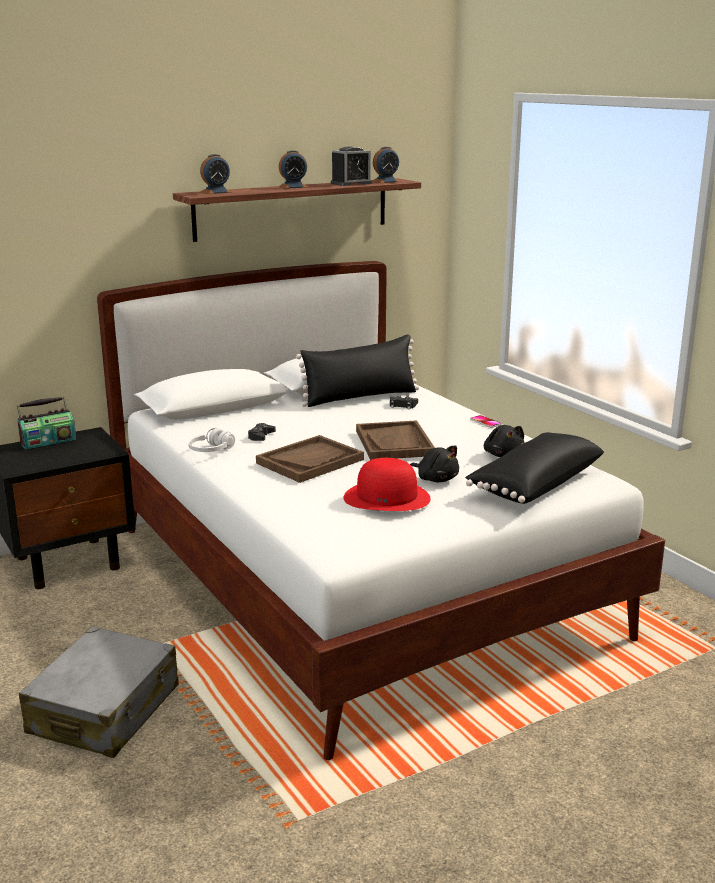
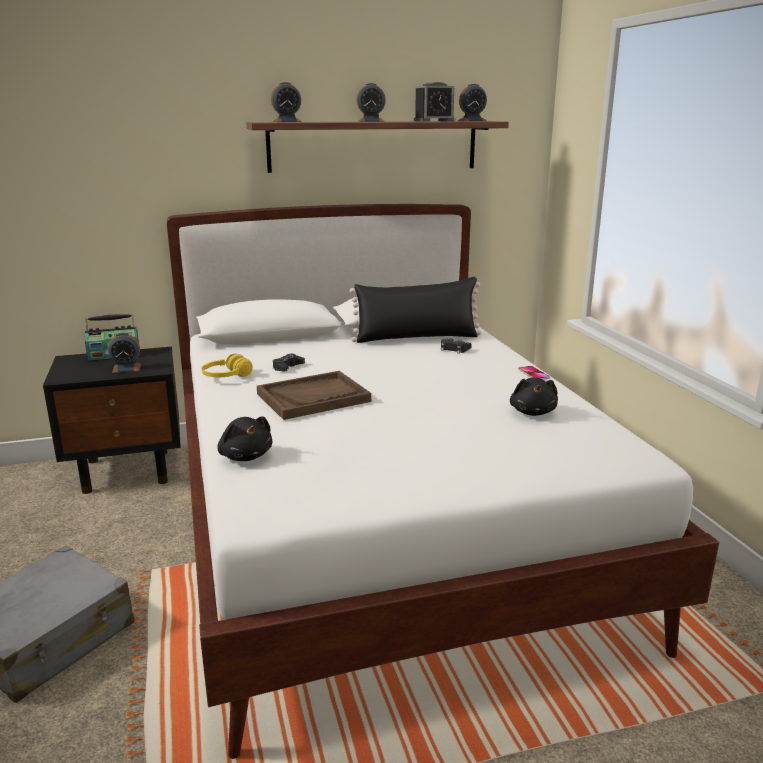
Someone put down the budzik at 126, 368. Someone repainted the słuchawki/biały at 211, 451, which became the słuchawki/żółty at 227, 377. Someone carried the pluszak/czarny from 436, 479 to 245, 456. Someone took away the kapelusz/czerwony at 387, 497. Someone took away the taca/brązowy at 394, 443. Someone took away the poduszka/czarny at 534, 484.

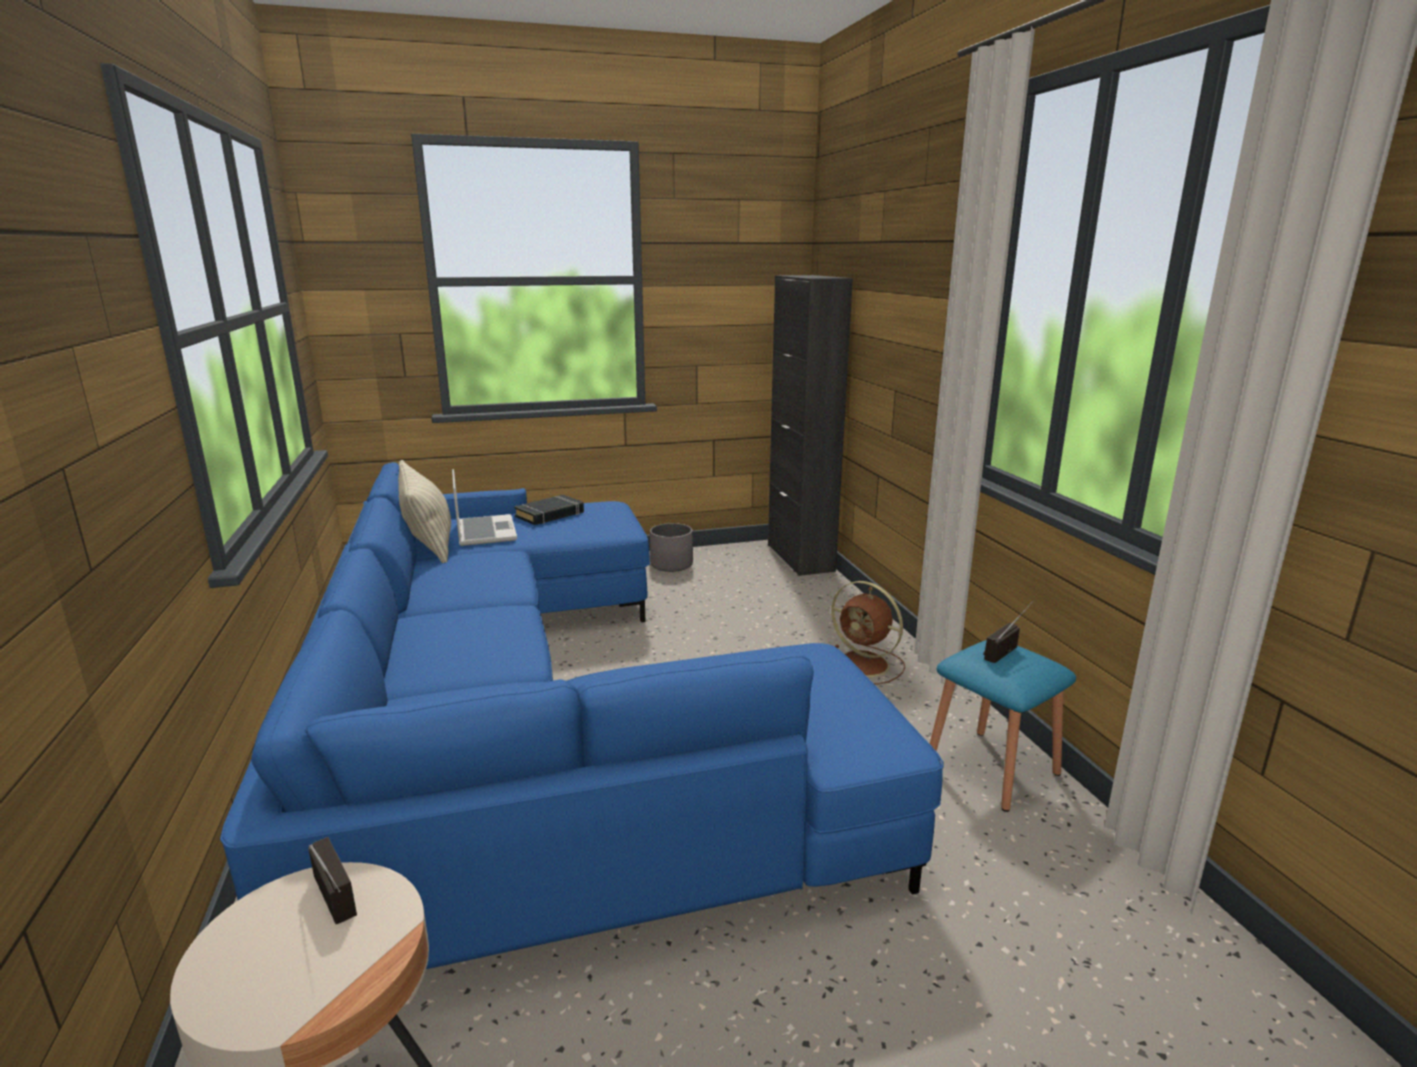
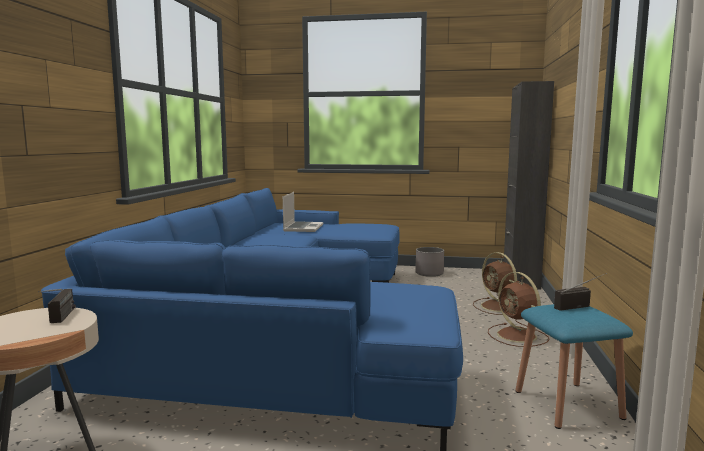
Someone put down the wentylator/brązowy at 498, 307. Someone took away the poduszka at 428, 543. Someone took away the książka/czarny at 550, 515.

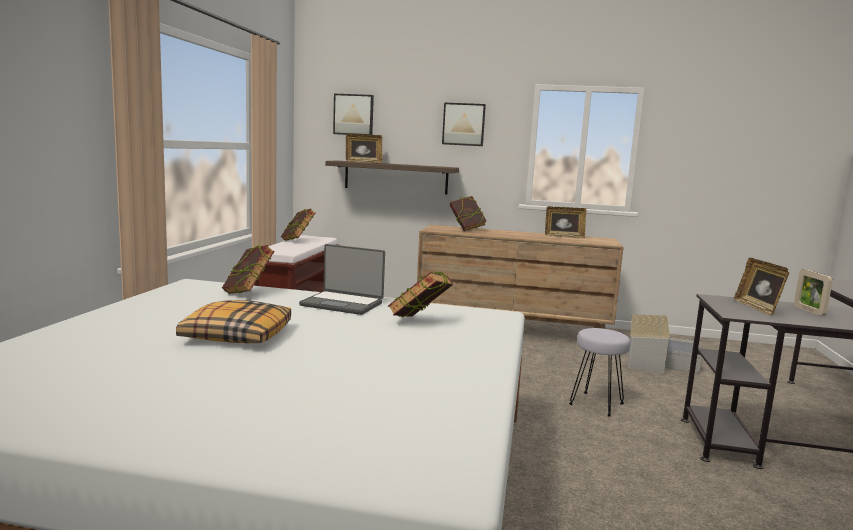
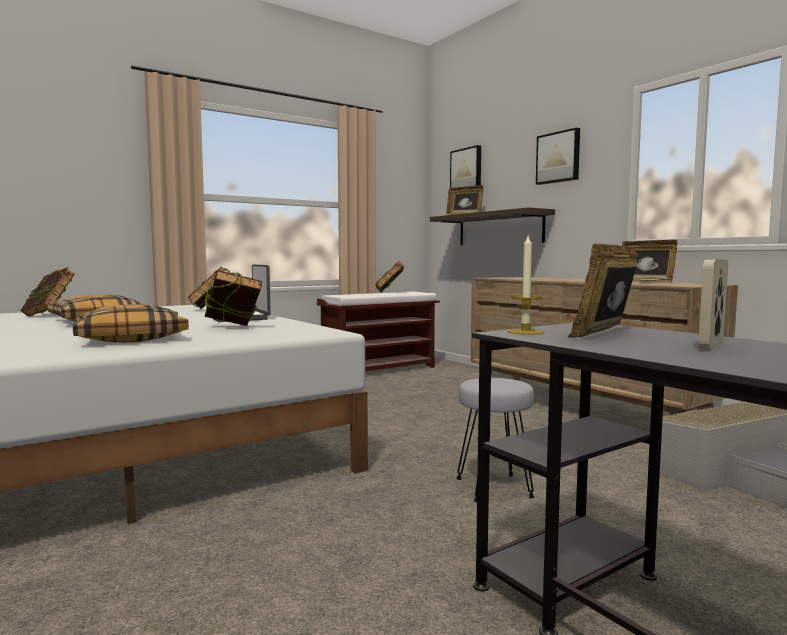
Someone carried the książka from 466, 229 to 49, 315. Someone put down the poduszka at 131, 338. Someone put down the świeca at 525, 332.

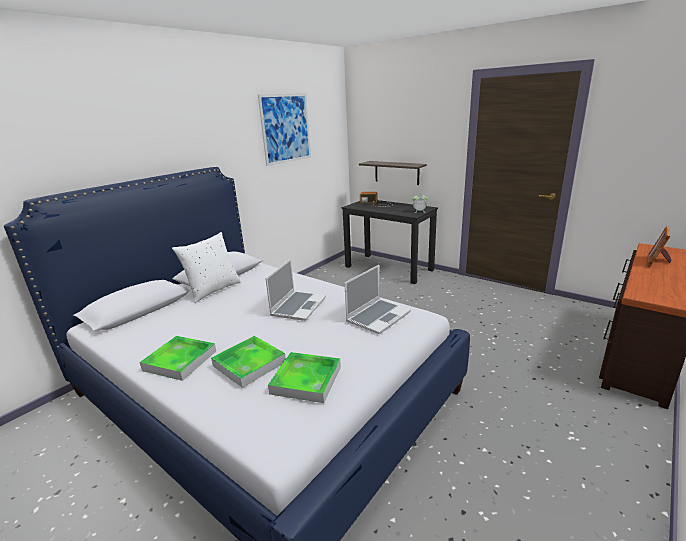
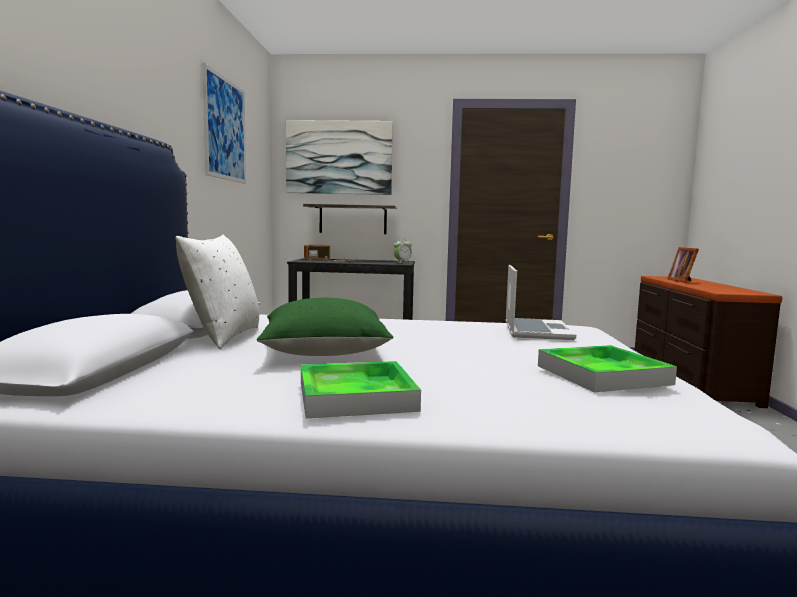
Someone put down the poduszka/zielony at 324, 352. Someone put up the obraz at 339, 157. Someone took away the taca at 249, 364. Someone took away the laptop at 298, 306.

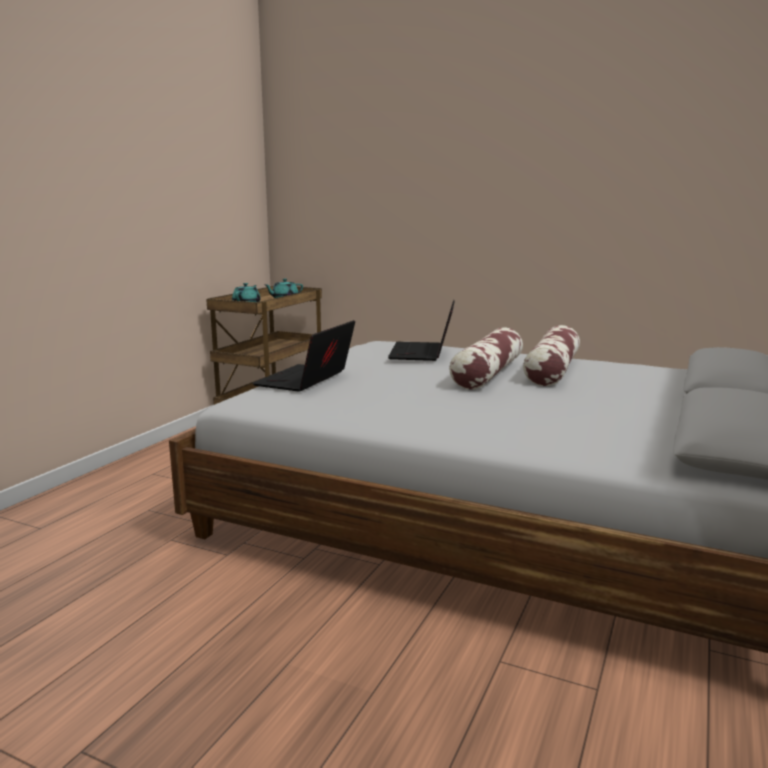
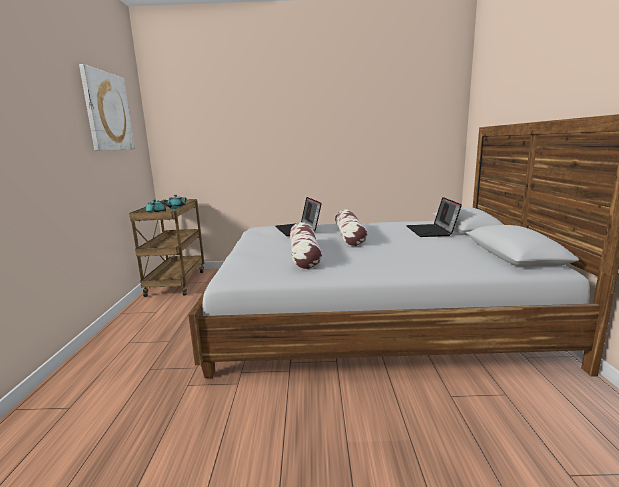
Someone put up the obraz at 107, 112. Someone carried the poduszka from 552, 371 to 304, 255. Someone carried the laptop from 306, 380 to 432, 231.

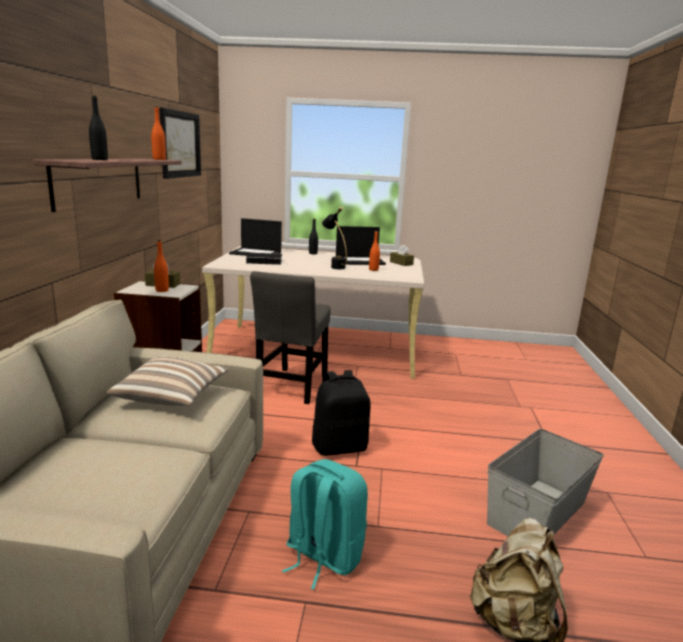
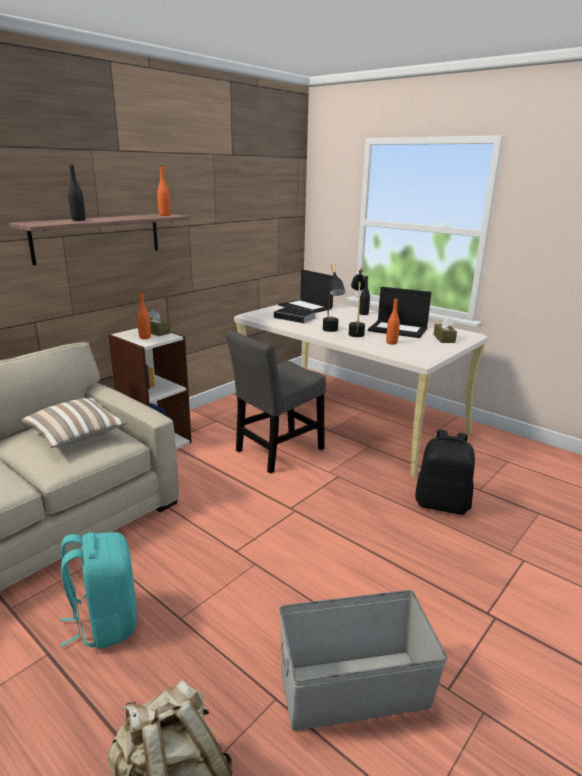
Someone put down the lampa stołowa/czarny at 331, 331. Someone carried the plecak/czarny from 340, 447 to 442, 504. Someone took away the obraz at 180, 144.

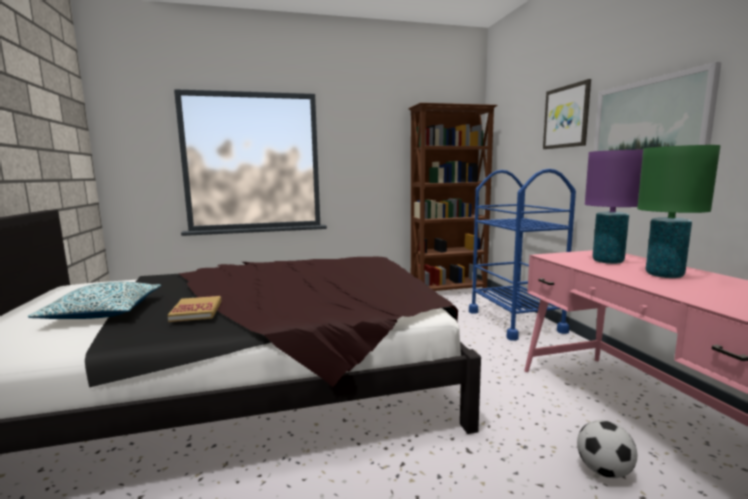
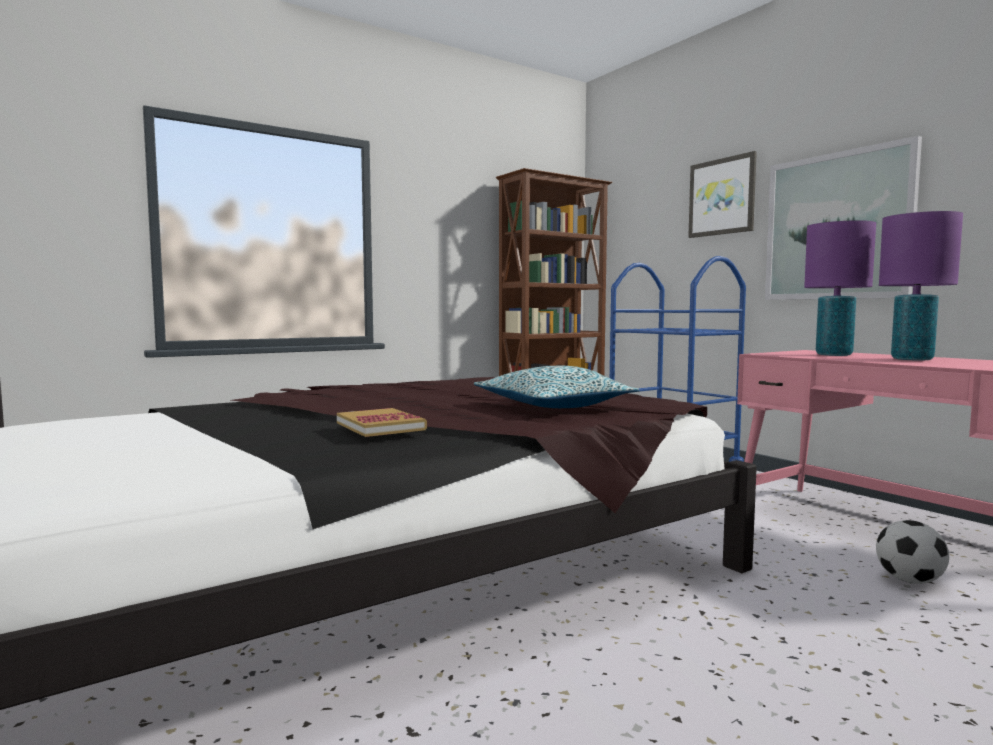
Someone carried the poduszka from 103, 313 to 553, 406. Someone repainted the lampa stołowa/zielony at 664, 275, which became the lampa stołowa/fioletowy at 912, 359.

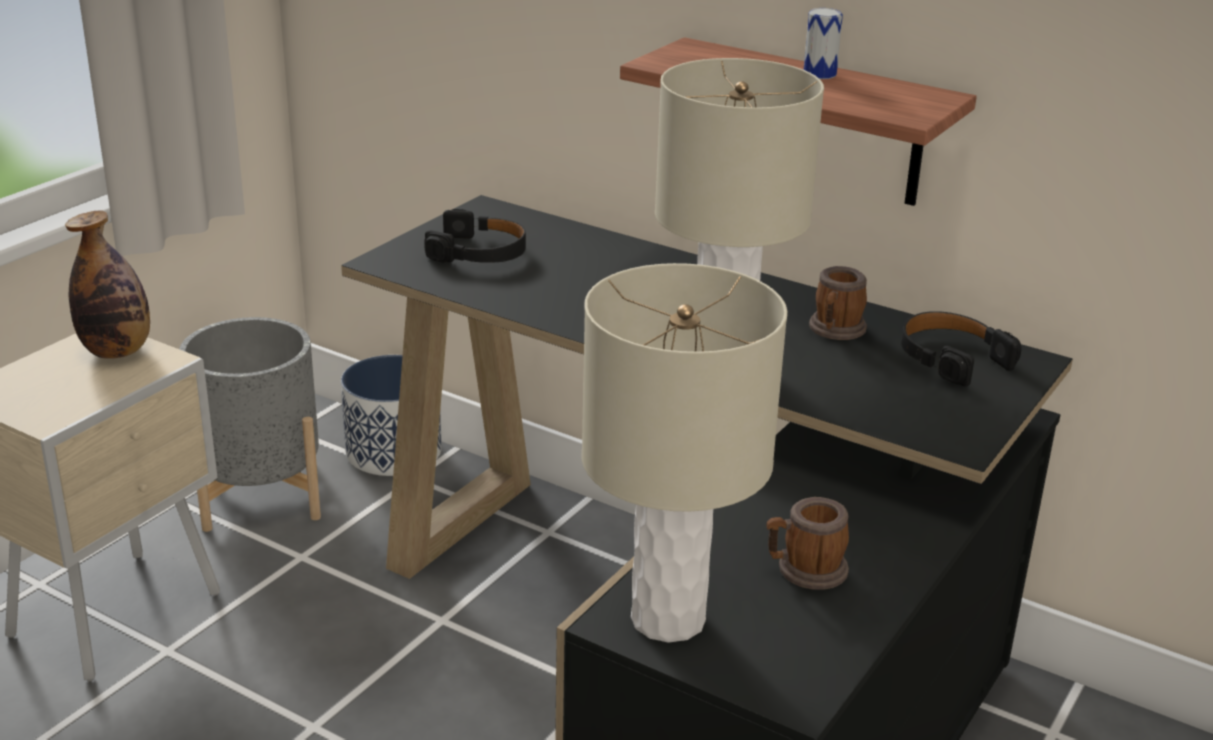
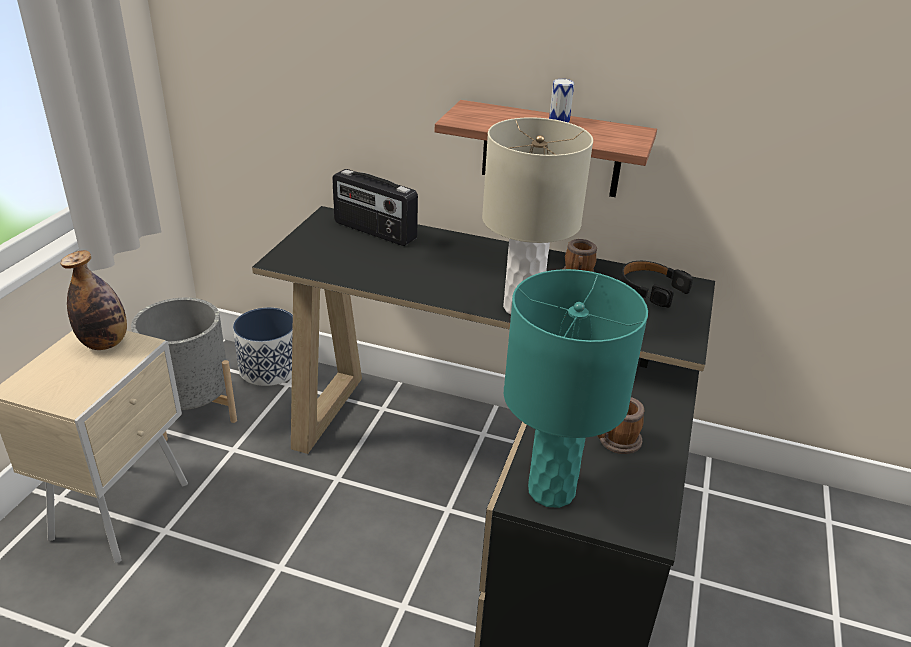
Someone put down the radio at 374, 231. Someone repainted the lampa stołowa/beżowy at 669, 619, which became the lampa stołowa/turkusowy at 552, 490. Someone took away the słuchawki/czarny at 479, 252.

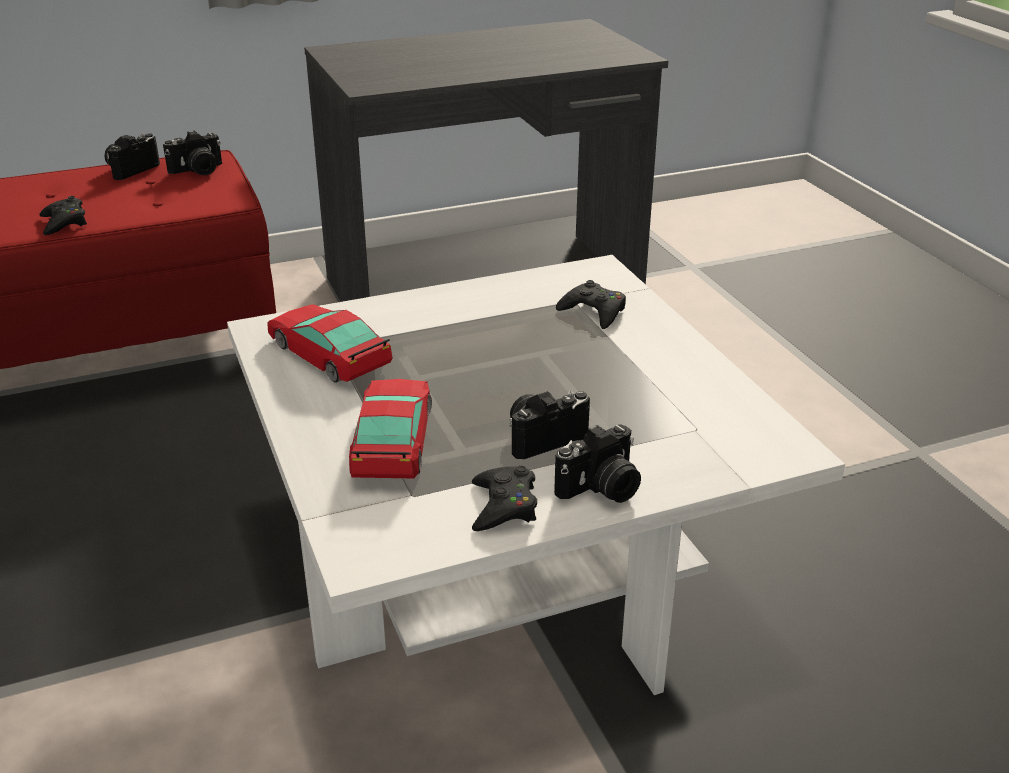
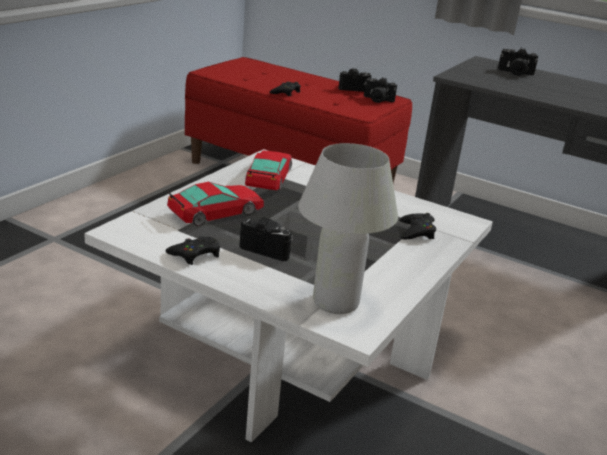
Someone put down the lampa stołowa/biały at 335, 302. Someone carried the aparat fotograficzny from 601, 489 to 515, 73.

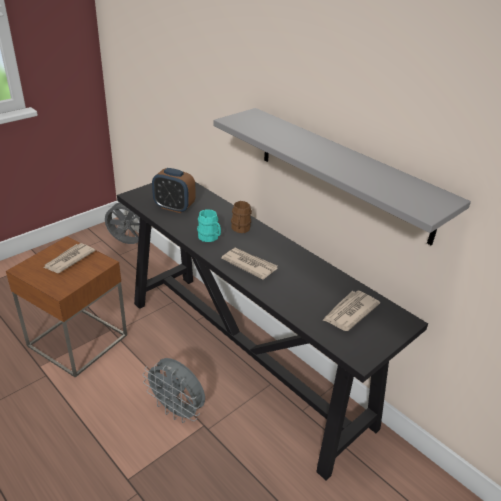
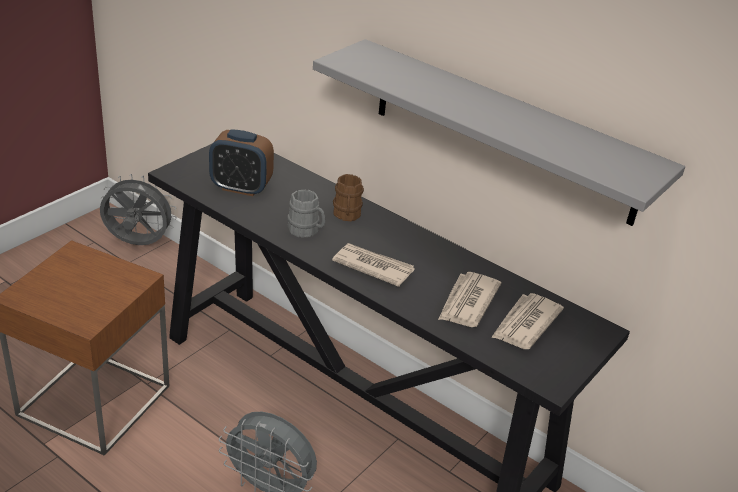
Someone repainted the kubek/turkusowy at 210, 238, which became the kubek/szary at 306, 231. Someone carried the gazeta from 68, 260 to 467, 302.

